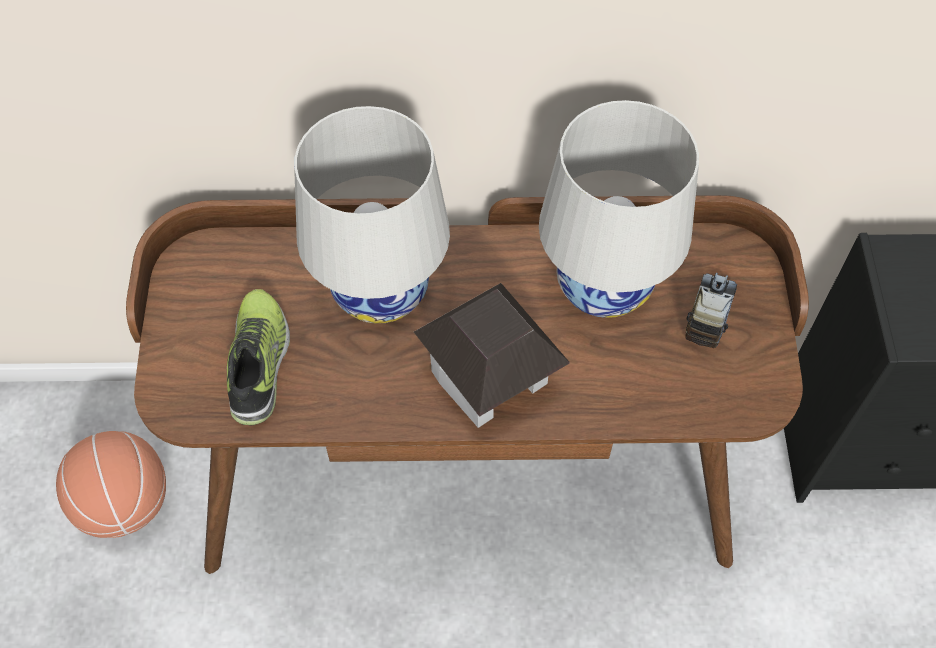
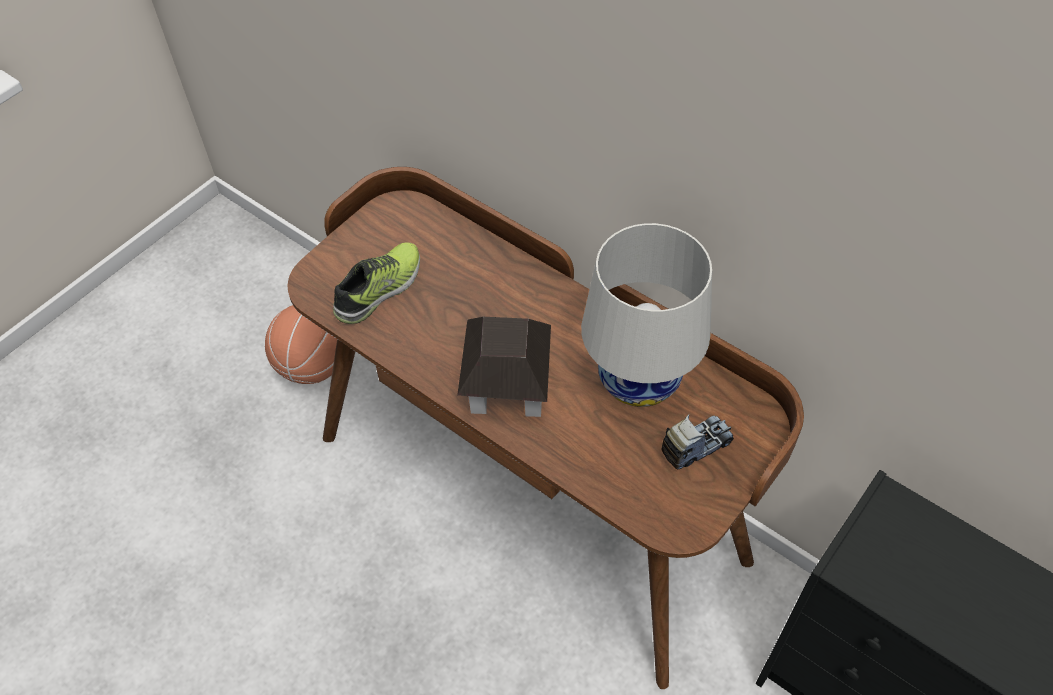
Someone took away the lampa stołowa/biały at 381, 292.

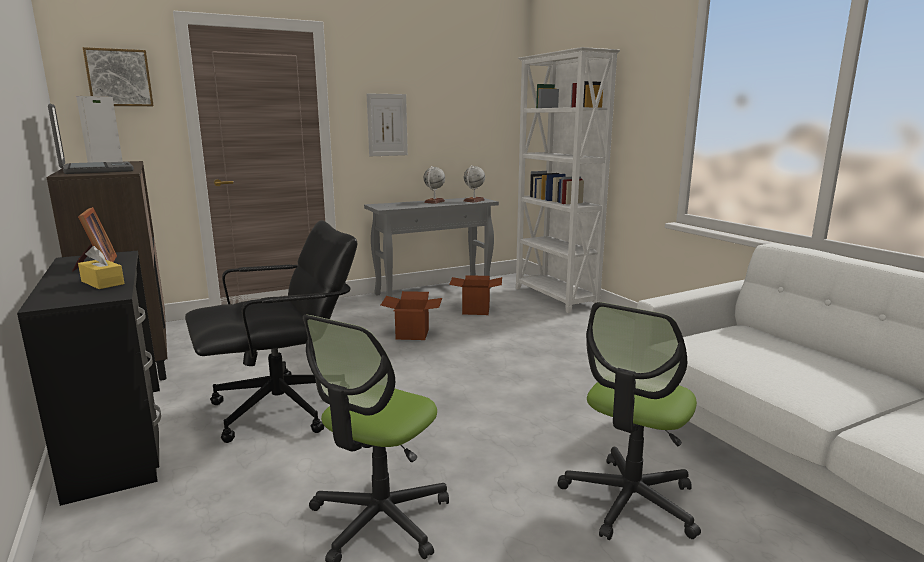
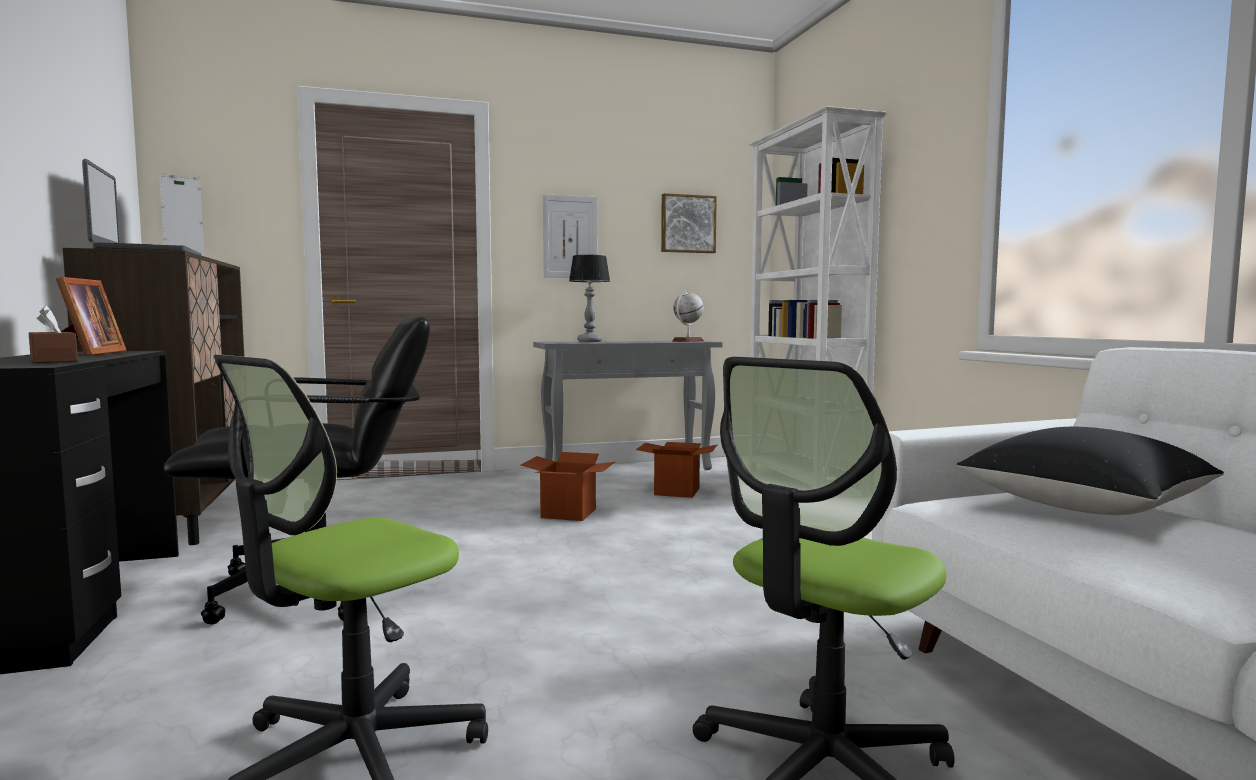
Someone repainted the pudełko chusteczek/żółty at 102, 282, which became the pudełko chusteczek/brązowy at 53, 360. Someone put down the lampa stołowa at 589, 341. Someone carried the obraz from 119, 78 to 687, 224. Someone put down the poduszka/czarny at 1084, 507. Someone took away the globus at 434, 202.

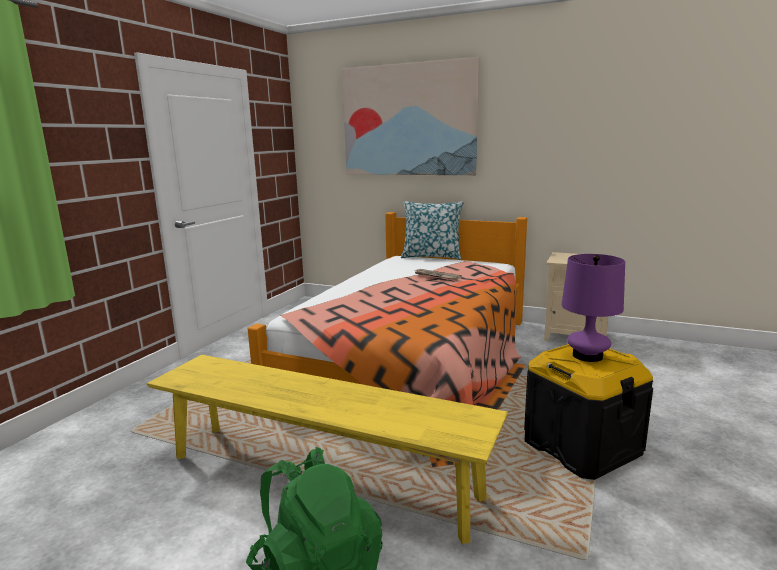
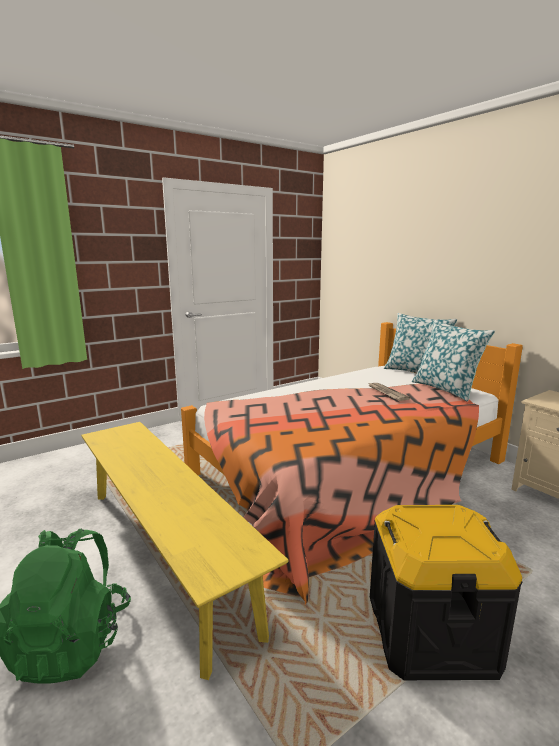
Someone put down the poduszka at 446, 389. Someone took away the obraz at 408, 120. Someone took away the lampa stołowa/fioletowy at 587, 356.

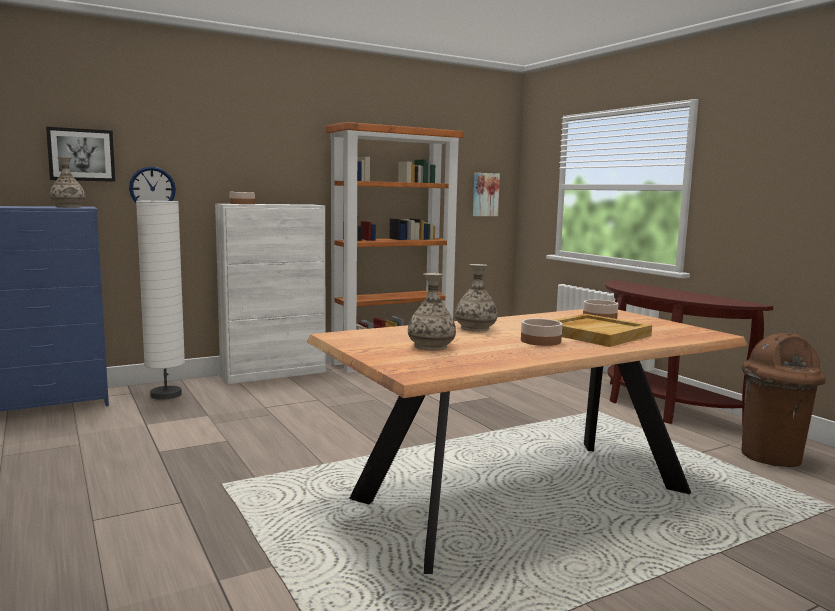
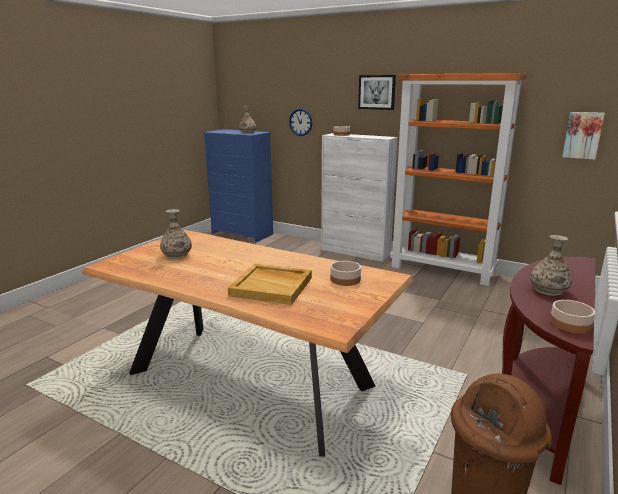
Someone carried the obraz from 81, 155 to 377, 92. Someone carried the wazon from 475, 328 to 548, 290. Someone carried the miska from 540, 341 to 570, 323. Someone took away the lampa stojąca/biały at 166, 395.

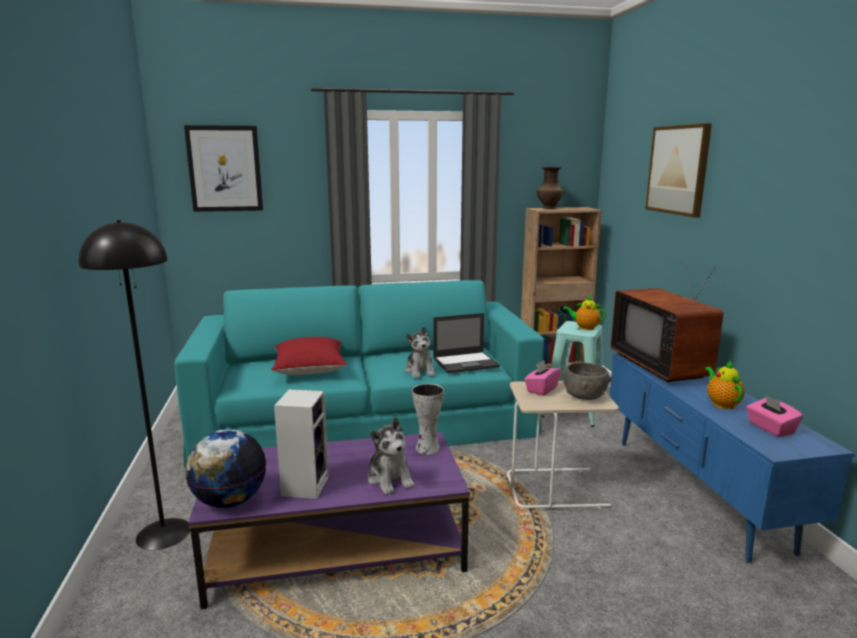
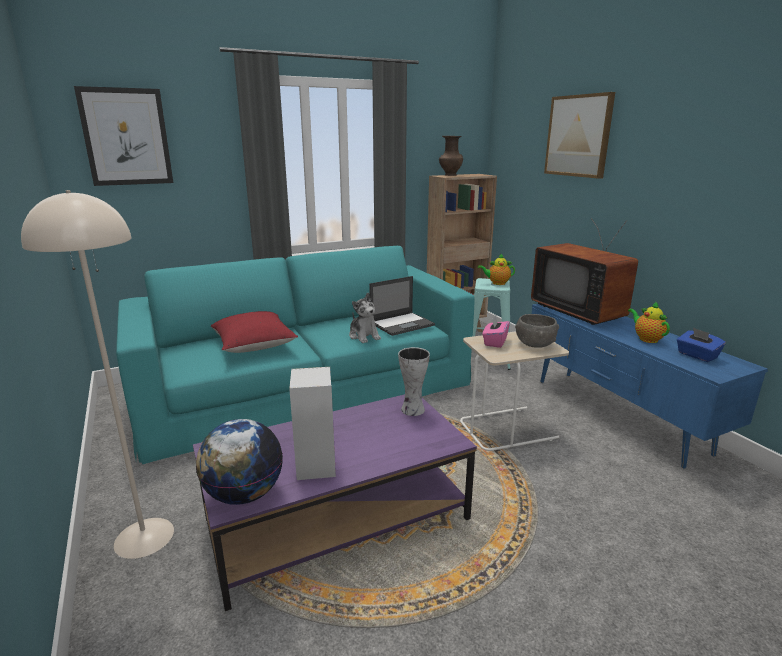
Someone repainted the lampa stojąca/czarny at 163, 533, which became the lampa stojąca/beżowy at 143, 537. Someone repainted the pudełko chusteczek/różowy at 770, 428, which became the pudełko chusteczek/niebieski at 696, 356. Someone took away the pluszak at 390, 479.

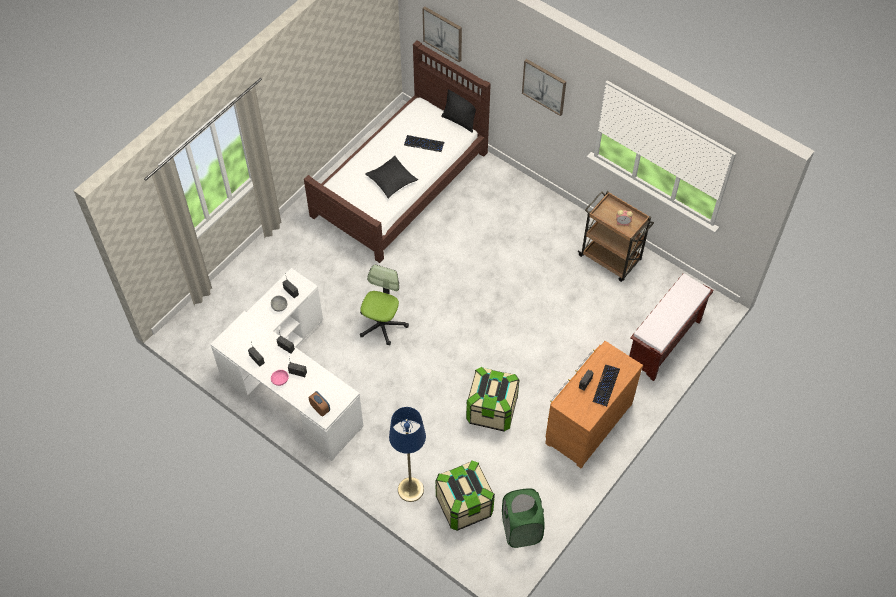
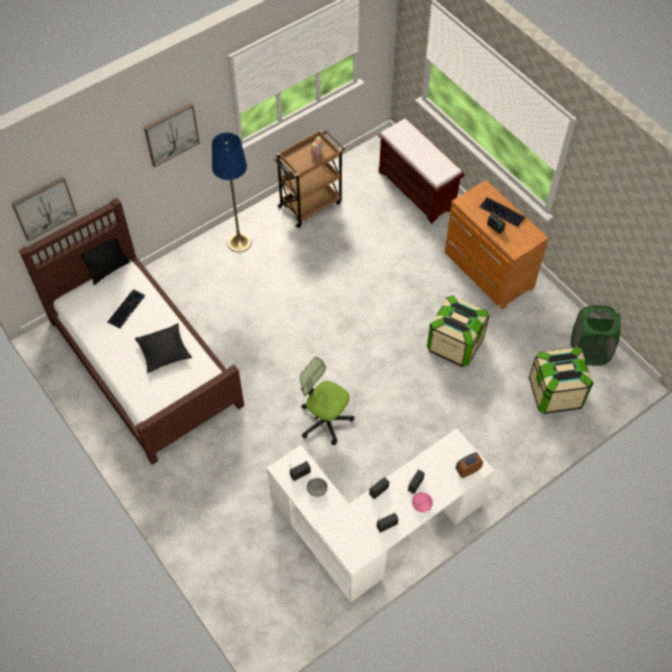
Someone carried the lampa stojąca/niebieski from 410, 489 to 239, 242.

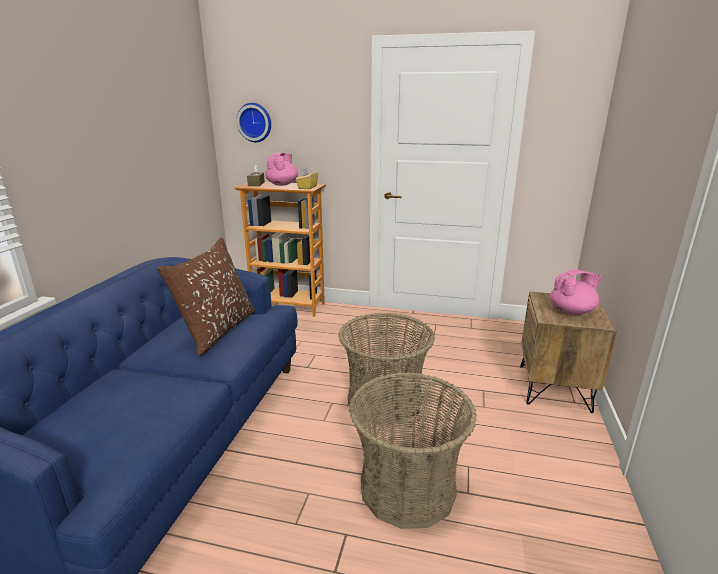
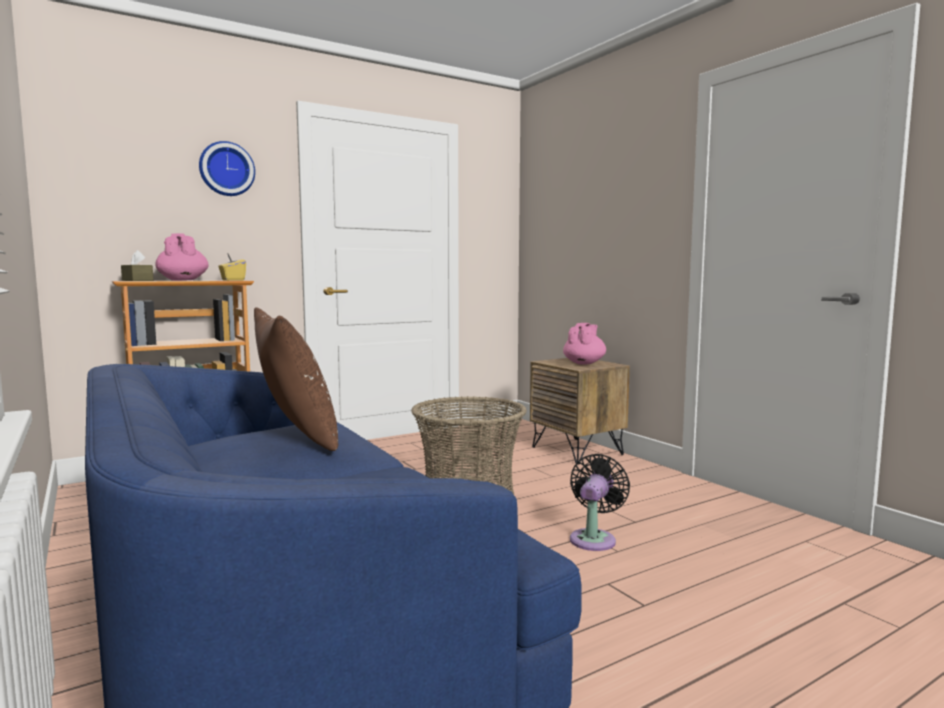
Someone carried the zegar ścienny from 255, 122 to 226, 169. Someone swapped the koszyk at 407, 488 for the wentylator/czarny at 594, 538.

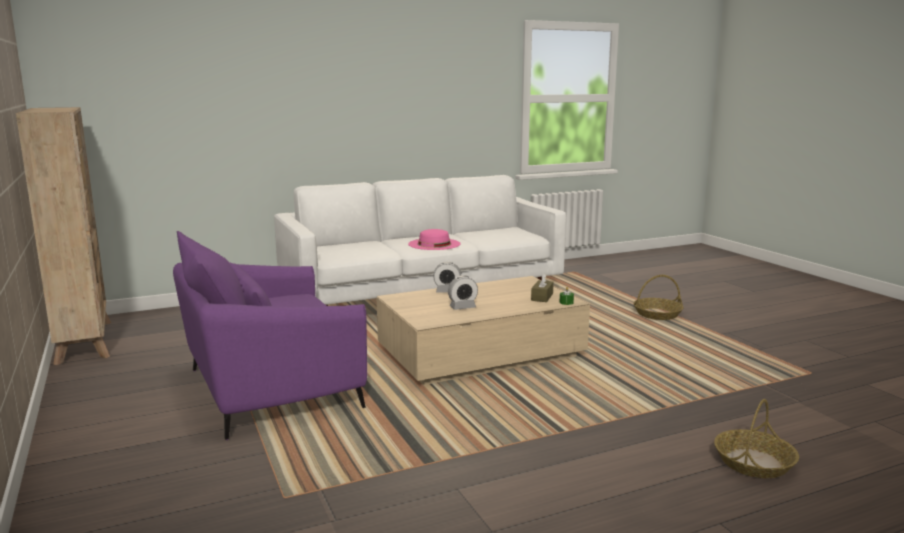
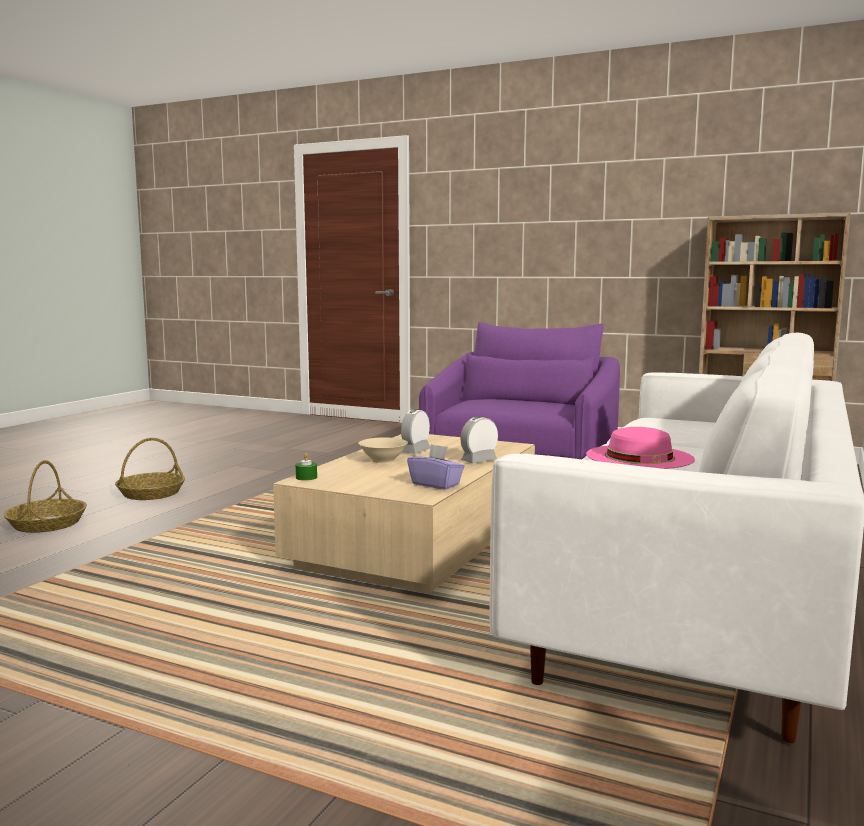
Someone carried the koszyk from 657, 314 to 151, 493. Someone put down the miska/beżowy at 383, 460. Someone put down the pudełko chusteczek/fioletowy at 436, 484. Someone took away the pudełko chusteczek/brązowy at 542, 297.

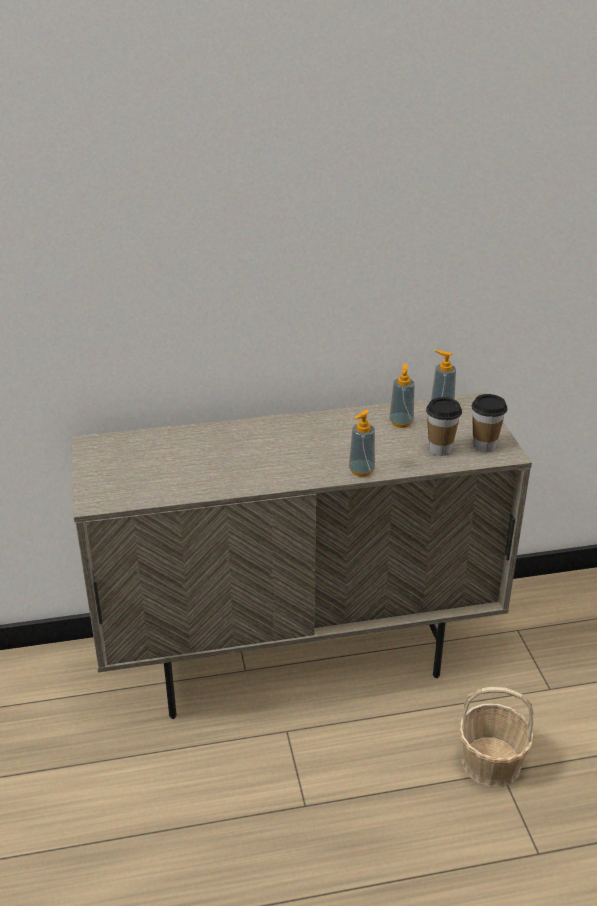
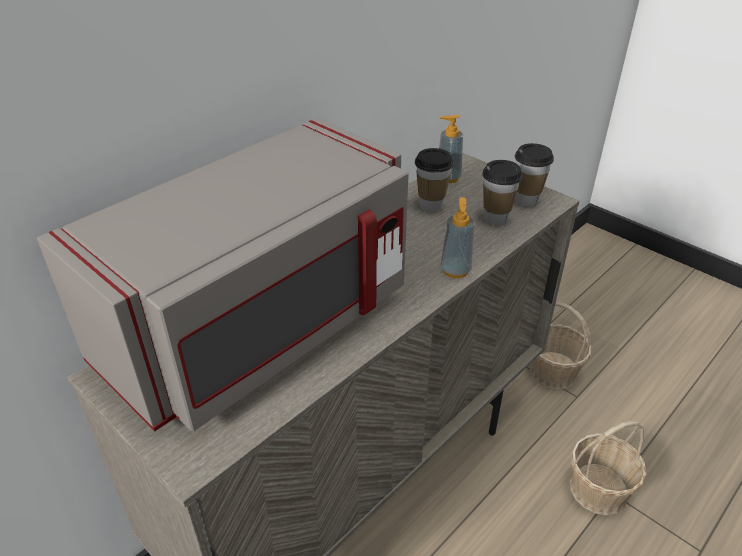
Someone put down the mikrofalówka/szary at 264, 327. Someone swapped the dozownik mydła at 401, 422 for the filiżanka at 431, 205. Someone put down the koszyk at 553, 371.

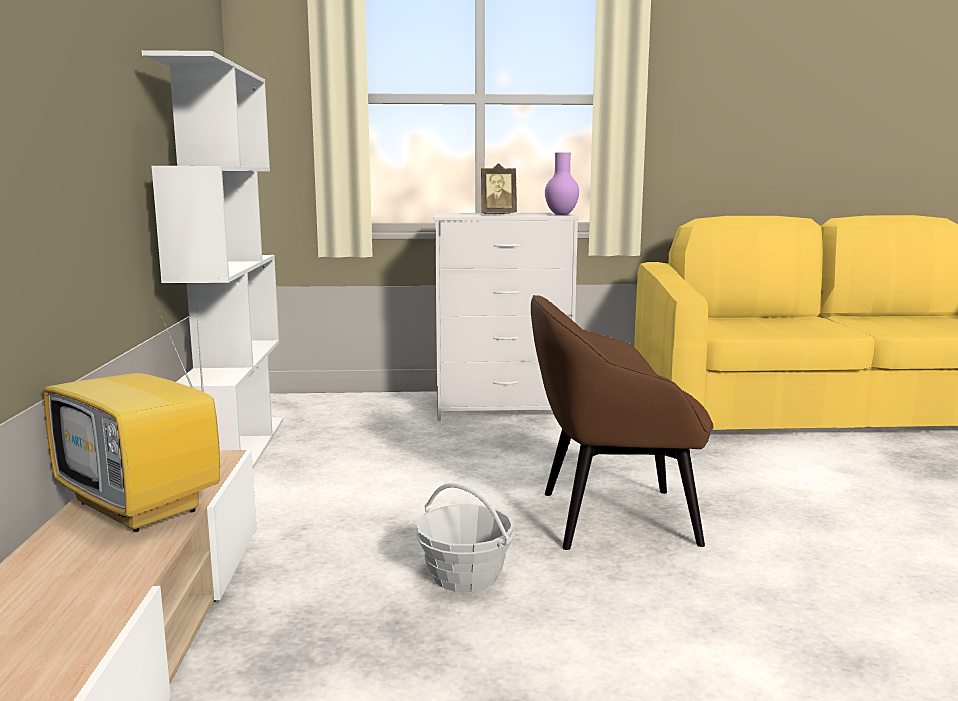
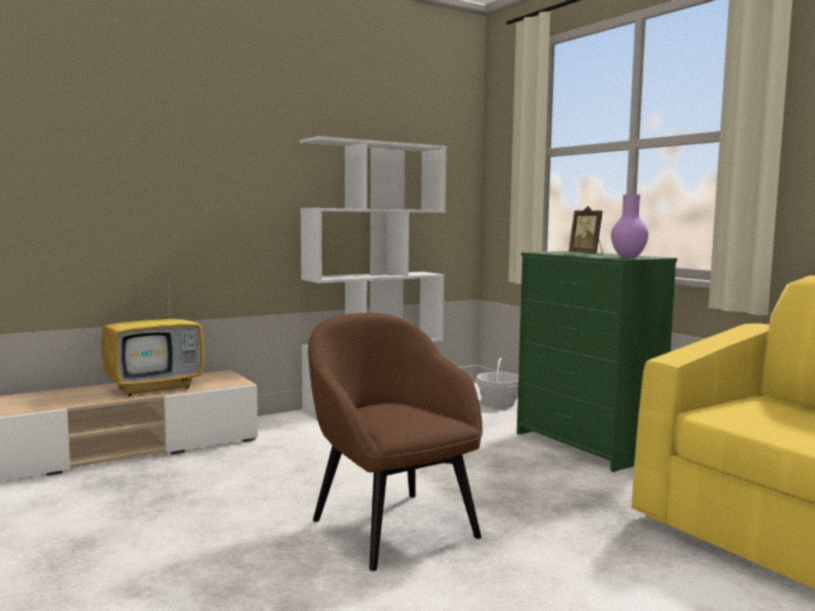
Someone rotated the telewizor at 143, 507 by 135 degrees counterclockwise. Someone carried the koszyk from 465, 576 to 498, 403. Someone repainted the komoda/biały at 503, 408, which became the komoda/zielony at 587, 445.

